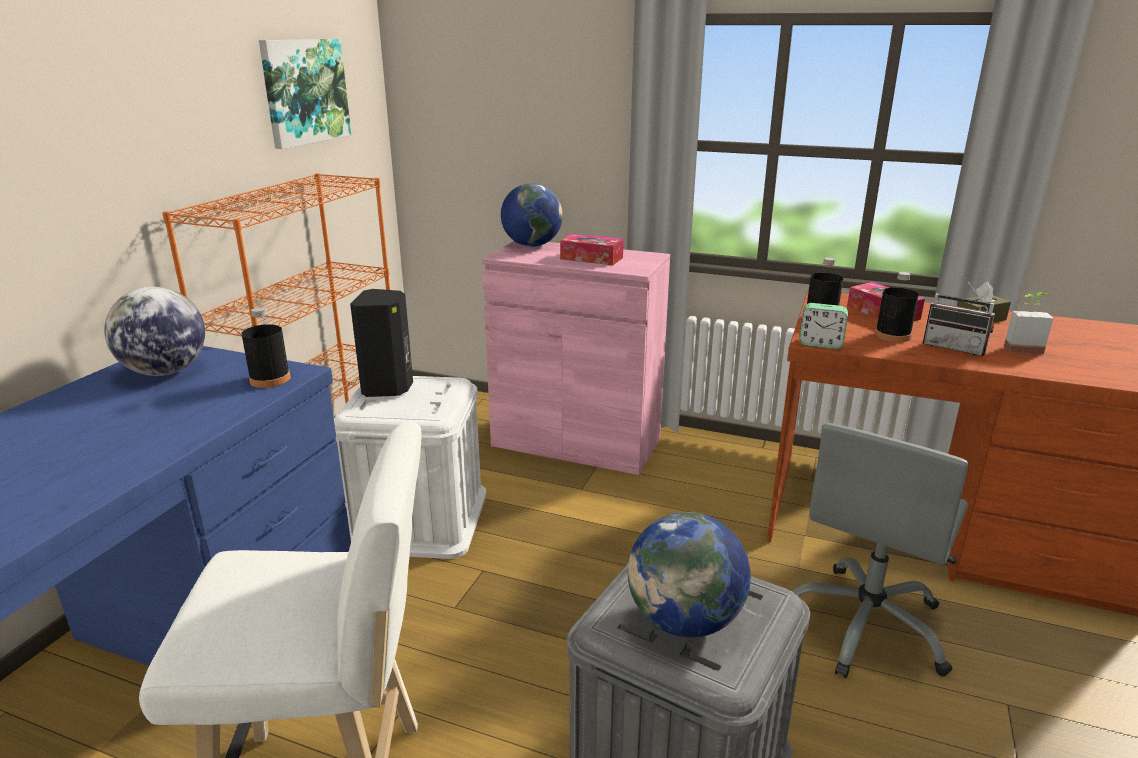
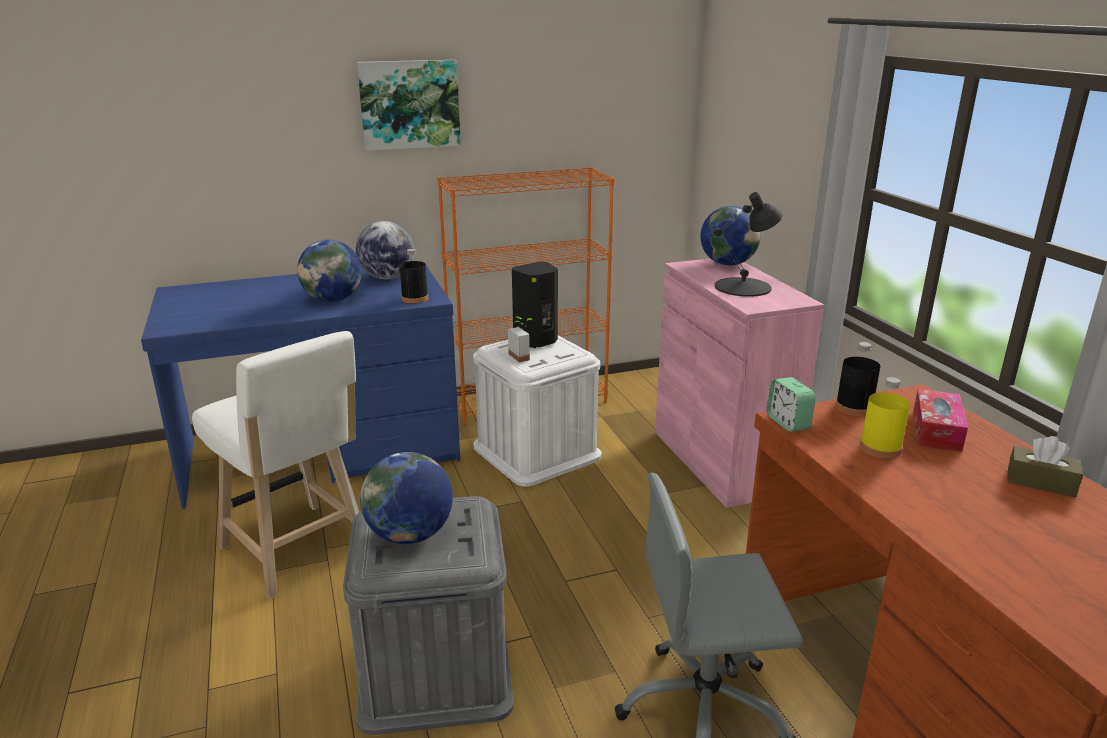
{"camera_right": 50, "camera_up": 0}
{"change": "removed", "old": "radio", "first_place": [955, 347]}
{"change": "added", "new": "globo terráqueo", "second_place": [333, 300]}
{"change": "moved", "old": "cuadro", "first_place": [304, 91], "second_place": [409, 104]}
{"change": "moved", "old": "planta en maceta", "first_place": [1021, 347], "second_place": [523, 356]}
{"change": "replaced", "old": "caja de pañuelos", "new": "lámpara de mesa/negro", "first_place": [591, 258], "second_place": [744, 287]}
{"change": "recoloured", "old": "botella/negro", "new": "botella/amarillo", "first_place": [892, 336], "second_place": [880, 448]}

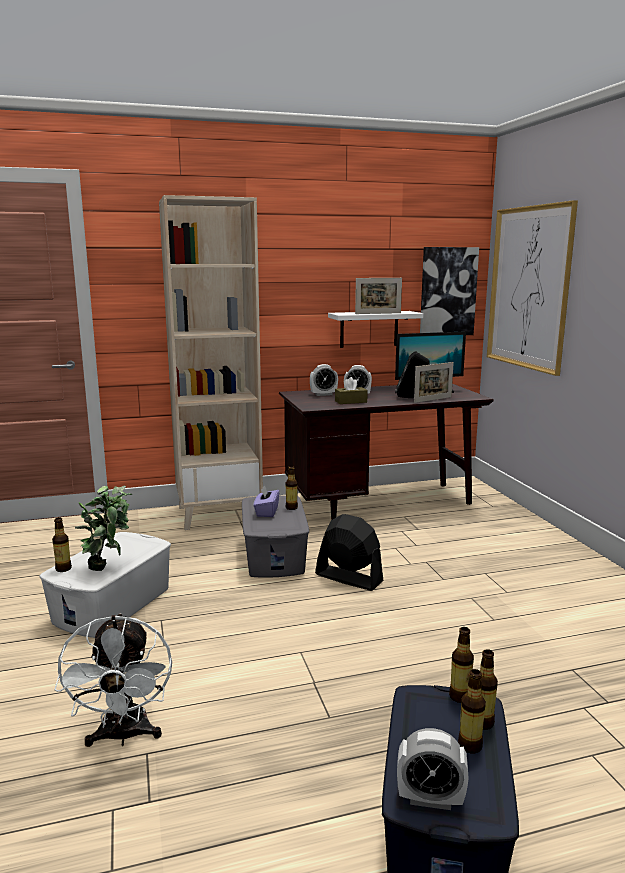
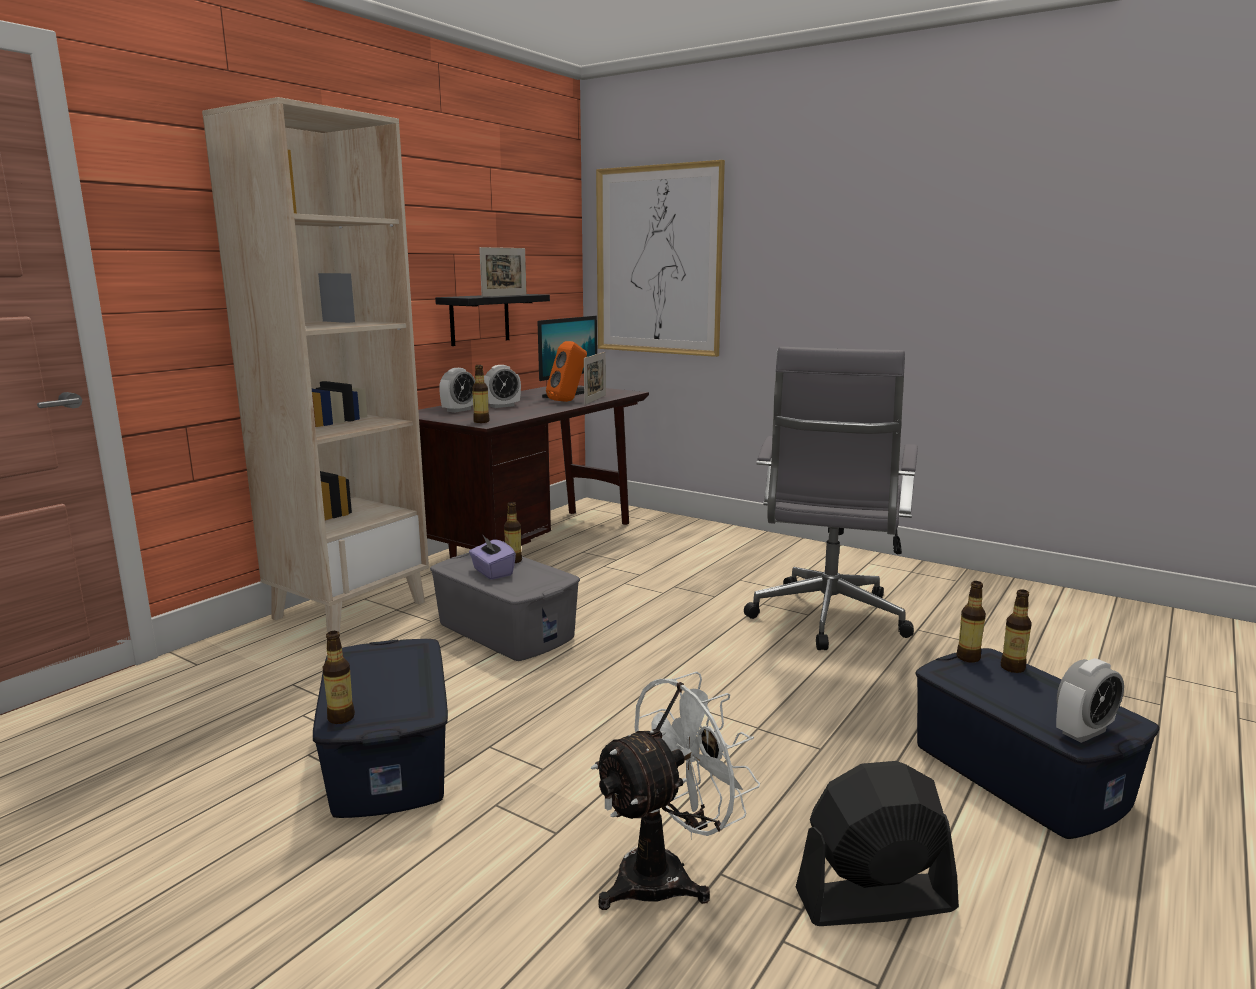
{"camera_right": -40, "camera_up": 0}
{"change": "removed", "old": "planta en maceta", "first_place": [109, 567]}
{"change": "removed", "old": "caja de pañuelos/marrón", "first_place": [351, 401]}
{"change": "removed", "old": "cuadro", "first_place": [447, 292]}
{"change": "added", "new": "silla de oficina/gris", "second_place": [827, 620]}
{"change": "moved", "old": "ventilador/negro", "first_place": [348, 578], "second_place": [874, 900]}
{"change": "moved", "old": "botella", "first_place": [470, 745], "second_place": [481, 421]}
{"change": "recoloured", "old": "caja de almacenaje/blanco", "new": "caja de almacenaje/azul", "first_place": [113, 605], "second_place": [390, 758]}
{"change": "recoloured", "old": "estante/blanco", "new": "estante/negro", "first_place": [369, 329], "second_place": [479, 319]}
{"change": "recoloured", "old": "altavoz/negro", "new": "altavoz/naranja", "first_place": [411, 398], "second_place": [568, 401]}
{"change": "turned", "old": "ventilador/blanco", "first_place": [124, 736], "second_place": [667, 874], "degrees": -75}

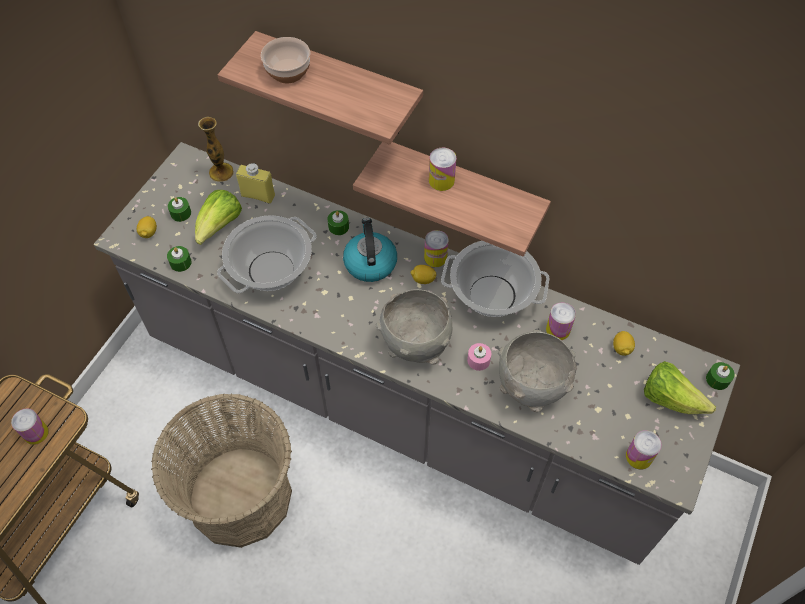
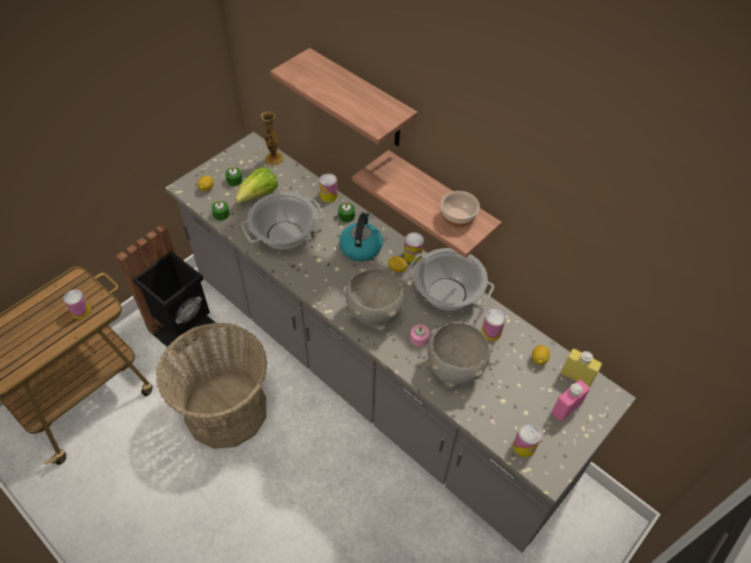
{"camera_right": 15, "camera_up": -5}
{"change": "removed", "old": "vela/verde", "first_place": [717, 379]}
{"change": "added", "new": "papelera/negro", "second_place": [184, 328]}
{"change": "moved", "old": "botella/amarillo", "first_place": [258, 195], "second_place": [576, 377]}
{"change": "moved", "old": "cuenco", "first_place": [288, 72], "second_place": [457, 217]}
{"change": "moved", "old": "lata", "first_place": [441, 180], "second_place": [329, 196]}
{"change": "replaced", "old": "lechuga", "new": "botella/rosa", "first_place": [670, 399], "second_place": [566, 408]}

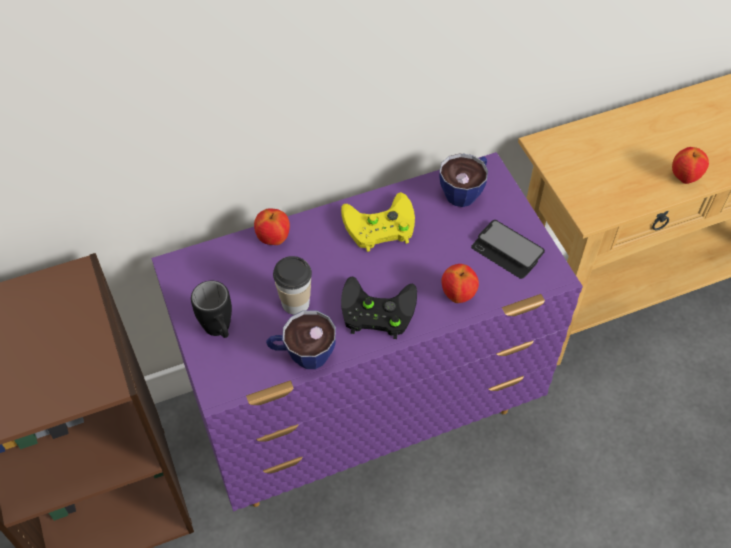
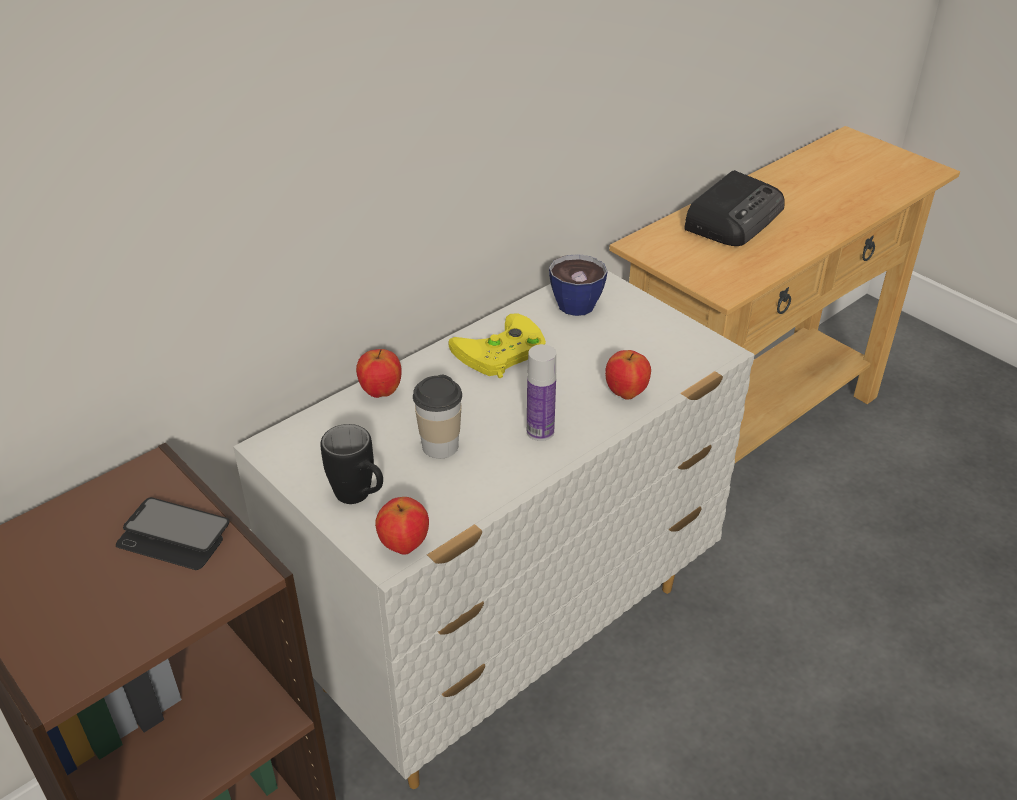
{"camera_right": -20, "camera_up": -15}
{"change": "removed", "old": "taza", "first_place": [302, 354]}
{"change": "added", "new": "radio", "second_place": [734, 217]}
{"change": "moved", "old": "móvil", "first_place": [507, 250], "second_place": [174, 536]}
{"change": "moved", "old": "manzana", "first_place": [684, 177], "second_place": [404, 545]}
{"change": "replaced", "old": "mando de consola/negro", "new": "botella", "first_place": [375, 312], "second_place": [540, 432]}
{"change": "recoloured", "old": "cómoda/morado", "new": "cómoda/blanco", "first_place": [367, 412], "second_place": [510, 638]}

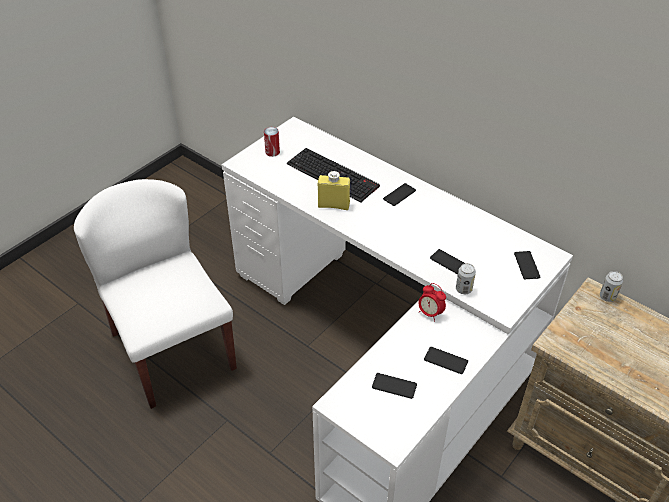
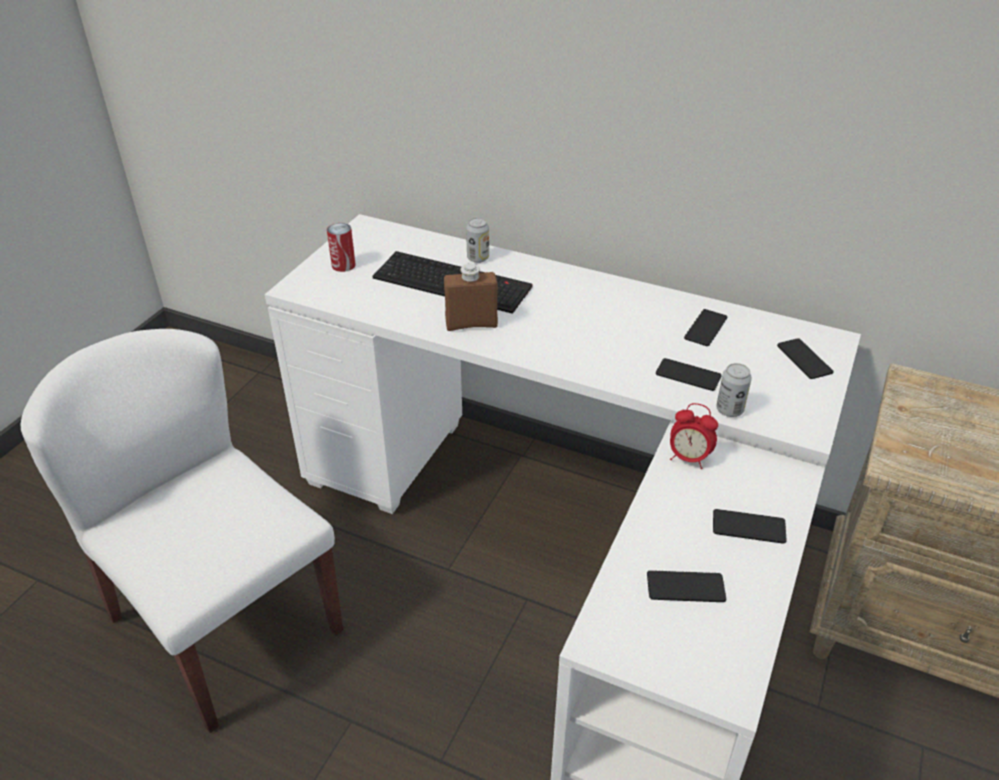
{"camera_right": -15, "camera_up": -5}
{"change": "moved", "old": "móvil", "first_place": [399, 195], "second_place": [705, 328]}
{"change": "moved", "old": "lata", "first_place": [607, 297], "second_place": [478, 258]}
{"change": "recoloured", "old": "botella/amarillo", "new": "botella/marrón", "first_place": [333, 205], "second_place": [471, 324]}

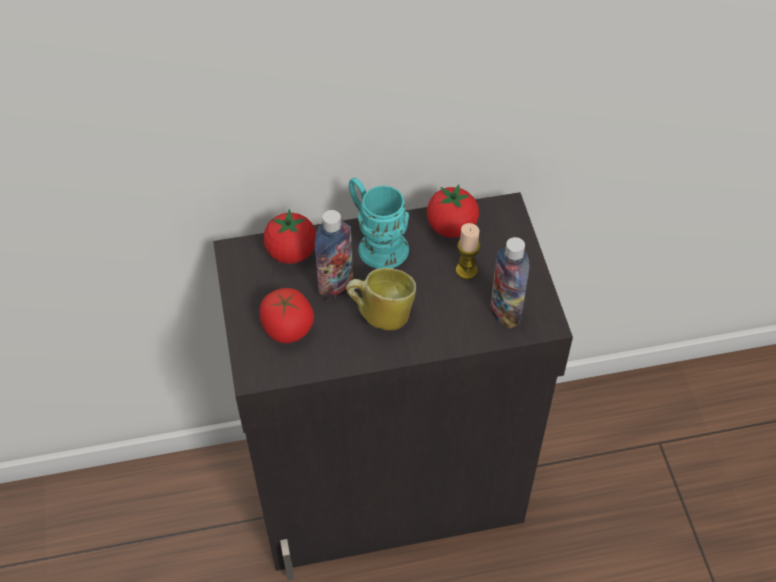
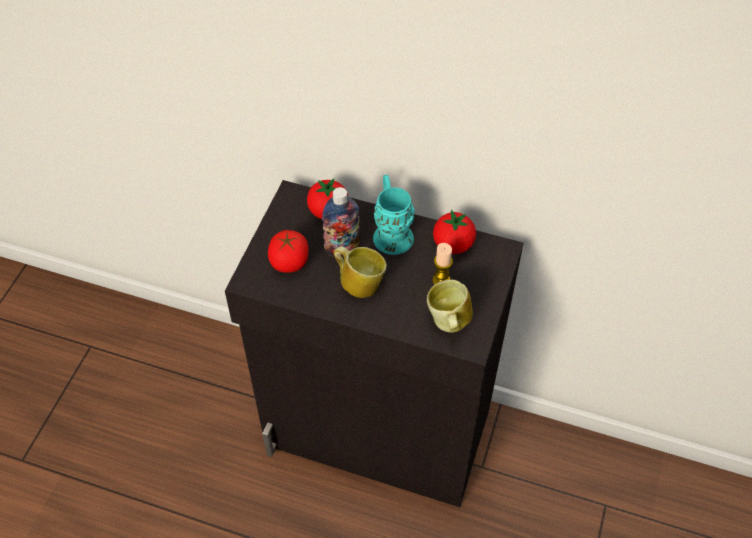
{"camera_right": 30, "camera_up": 0}
{"change": "replaced", "old": "botella", "new": "taza grande", "first_place": [505, 312], "second_place": [448, 323]}

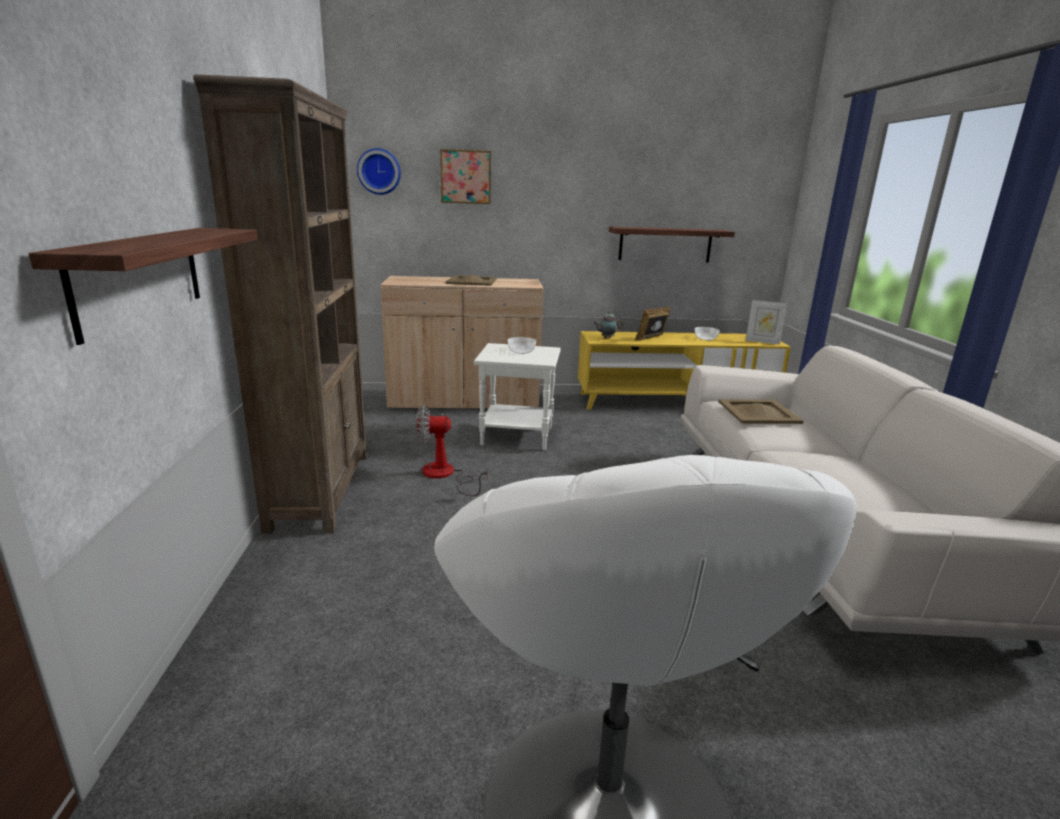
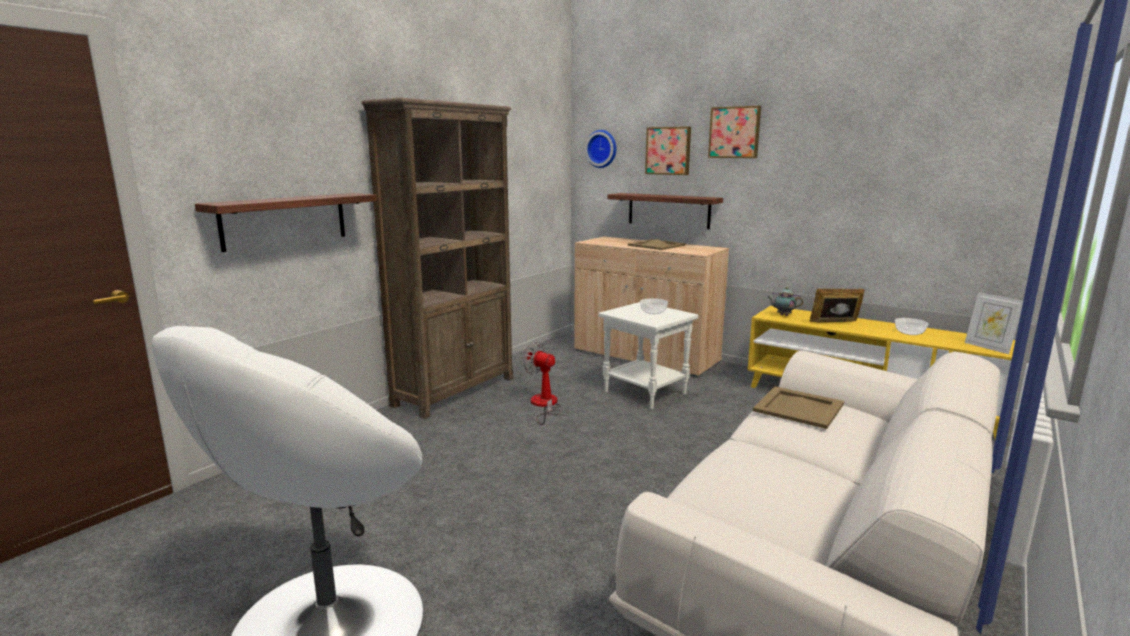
{"camera_right": 40, "camera_up": -5}
{"change": "added", "new": "cuadro", "second_place": [735, 132]}
{"change": "moved", "old": "estante", "first_place": [665, 244], "second_place": [668, 210]}

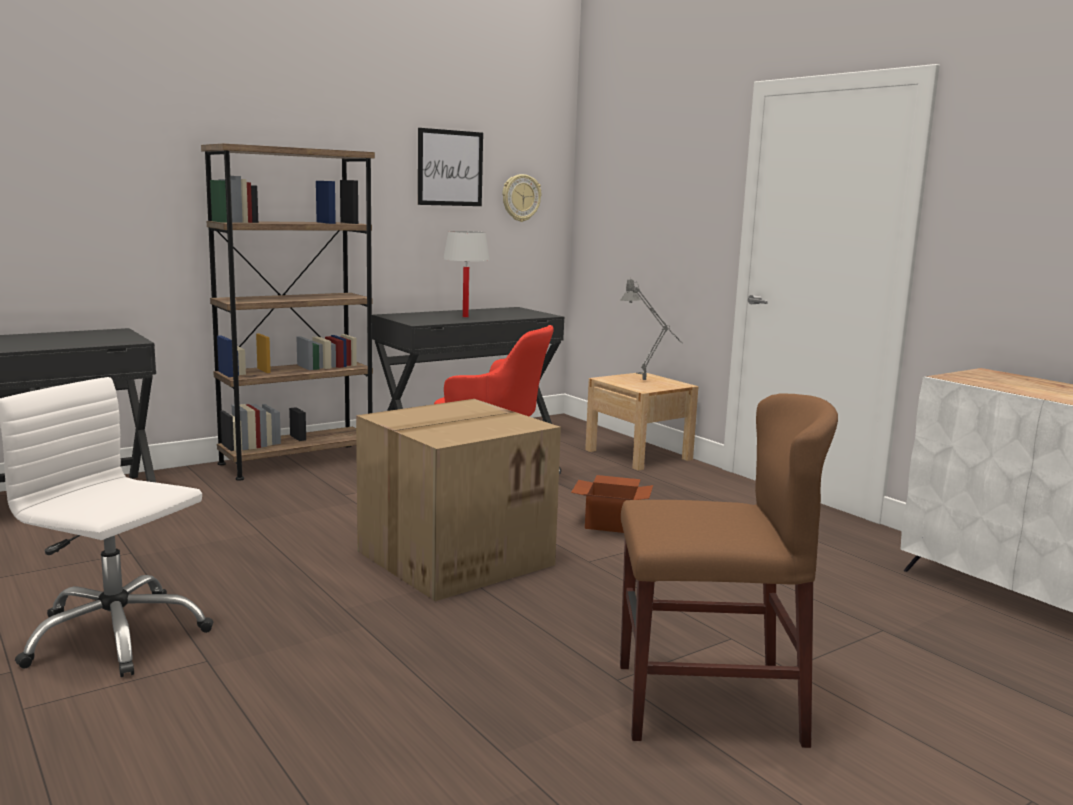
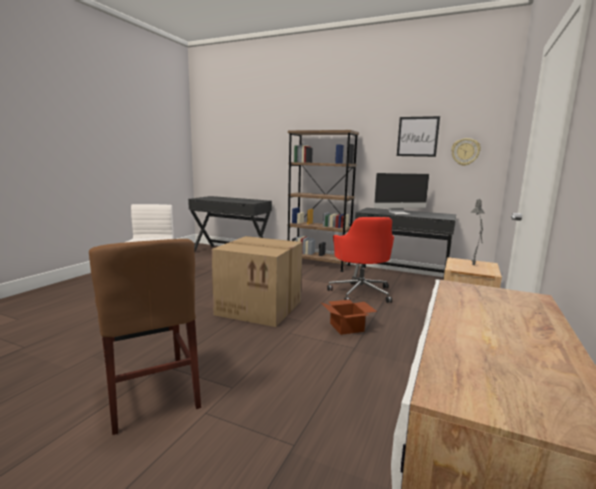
{"camera_right": 60, "camera_up": 0}
{"change": "replaced", "old": "lámpara de mesa/blanco", "new": "monitor", "first_place": [465, 317], "second_place": [399, 213]}

